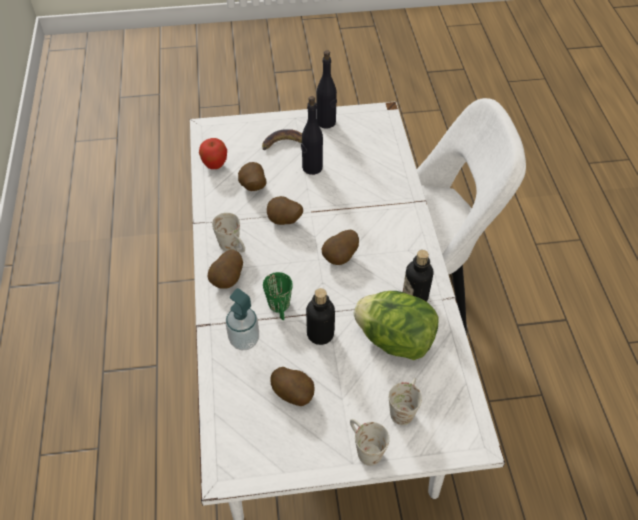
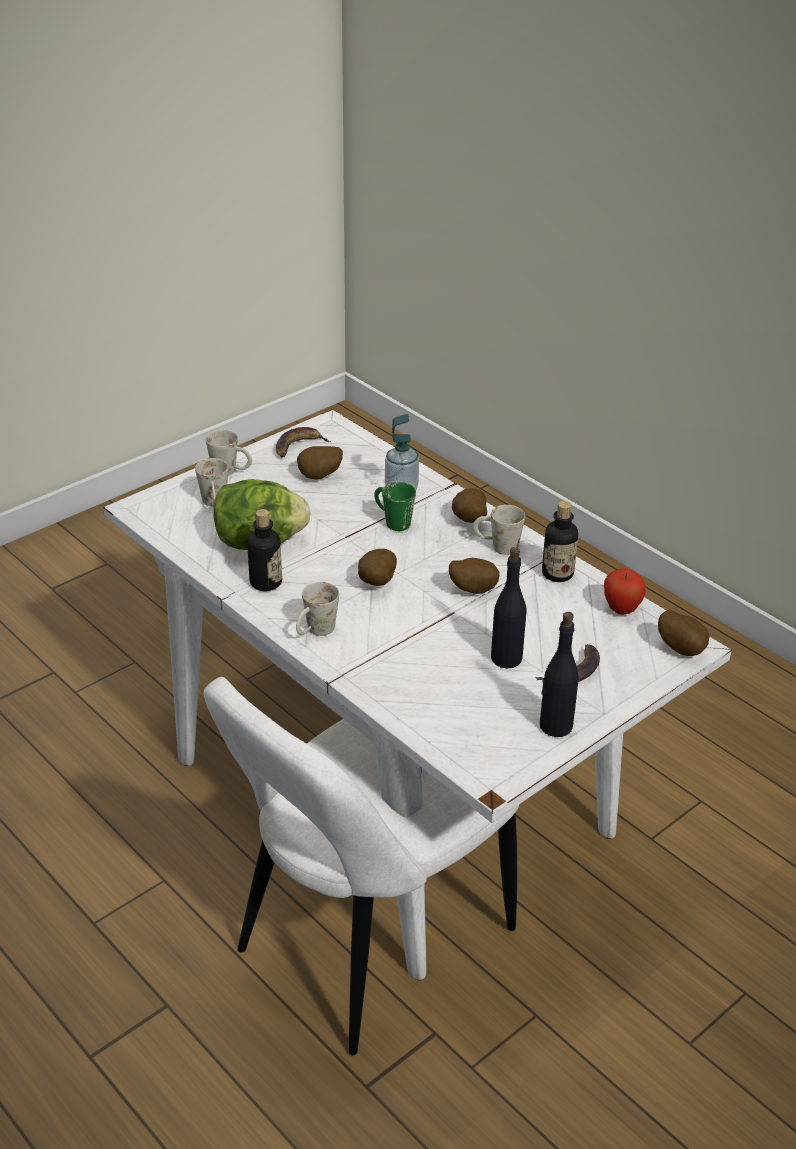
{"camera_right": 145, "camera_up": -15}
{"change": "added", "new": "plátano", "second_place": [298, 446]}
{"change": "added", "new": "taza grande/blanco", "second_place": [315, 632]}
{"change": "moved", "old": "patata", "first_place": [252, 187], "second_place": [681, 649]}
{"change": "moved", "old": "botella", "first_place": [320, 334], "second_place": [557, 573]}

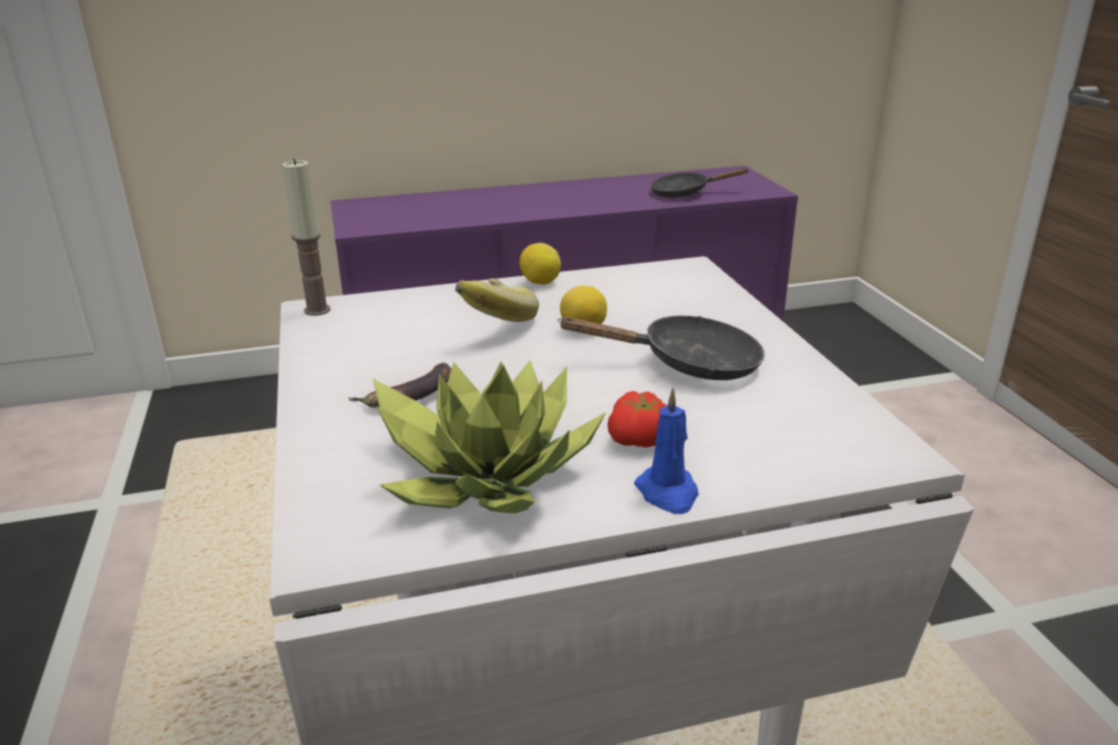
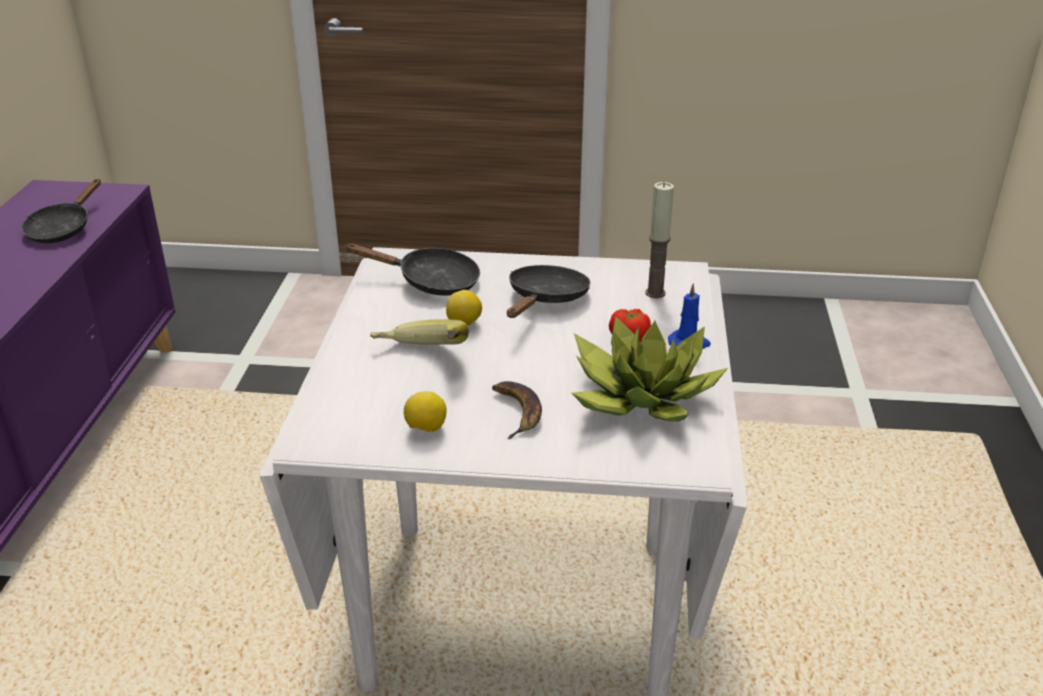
{"camera_right": -70, "camera_up": 5}
{"change": "added", "new": "sartén/negro", "second_place": [430, 282]}
{"change": "moved", "old": "vela", "first_place": [317, 310], "second_place": [655, 293]}
{"change": "moved", "old": "limón", "first_place": [540, 282], "second_place": [426, 429]}

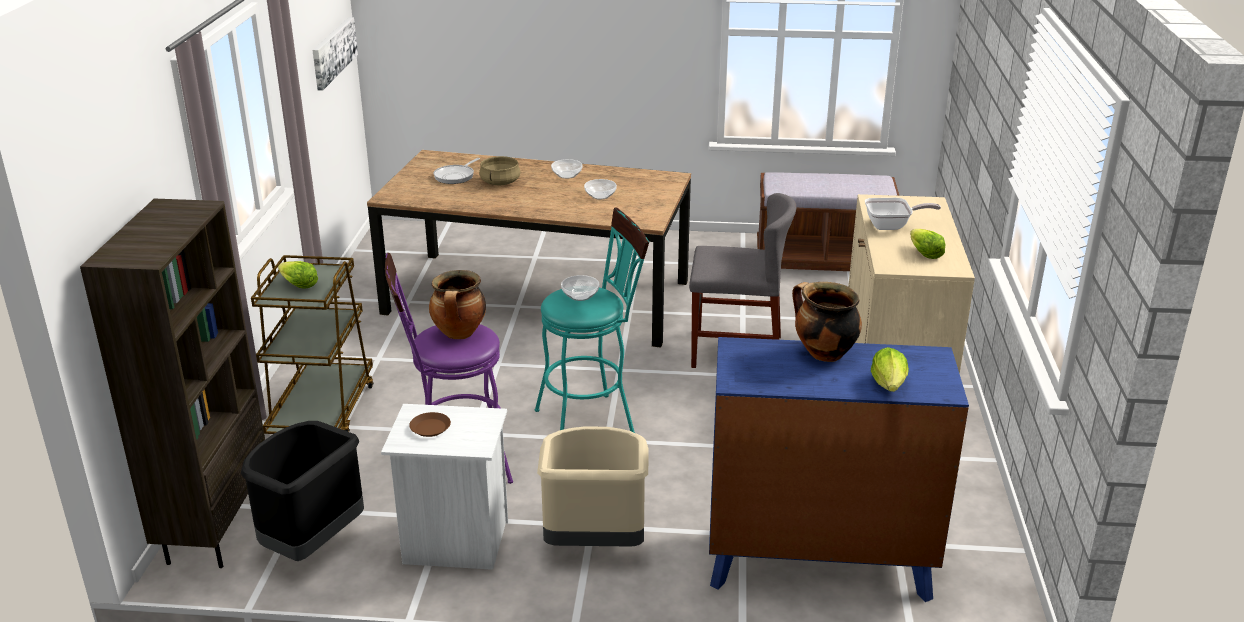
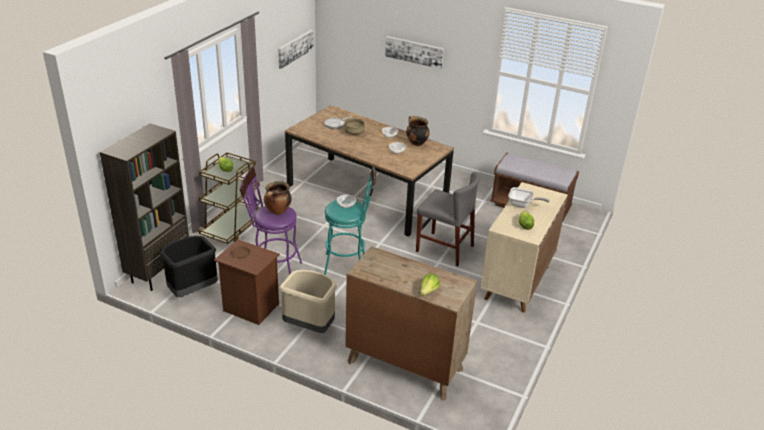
{"camera_right": 20, "camera_up": 5}
{"change": "added", "new": "cuadro", "second_place": [414, 51]}
{"change": "moved", "old": "olla", "first_place": [823, 353], "second_place": [416, 143]}
{"change": "recoloured", "old": "mesita de noche/blanco", "new": "mesita de noche/marrón", "first_place": [454, 544], "second_place": [250, 308]}
{"change": "recoloured", "old": "cómoda/azul", "new": "cómoda/marrón", "first_place": [817, 562], "second_place": [404, 366]}

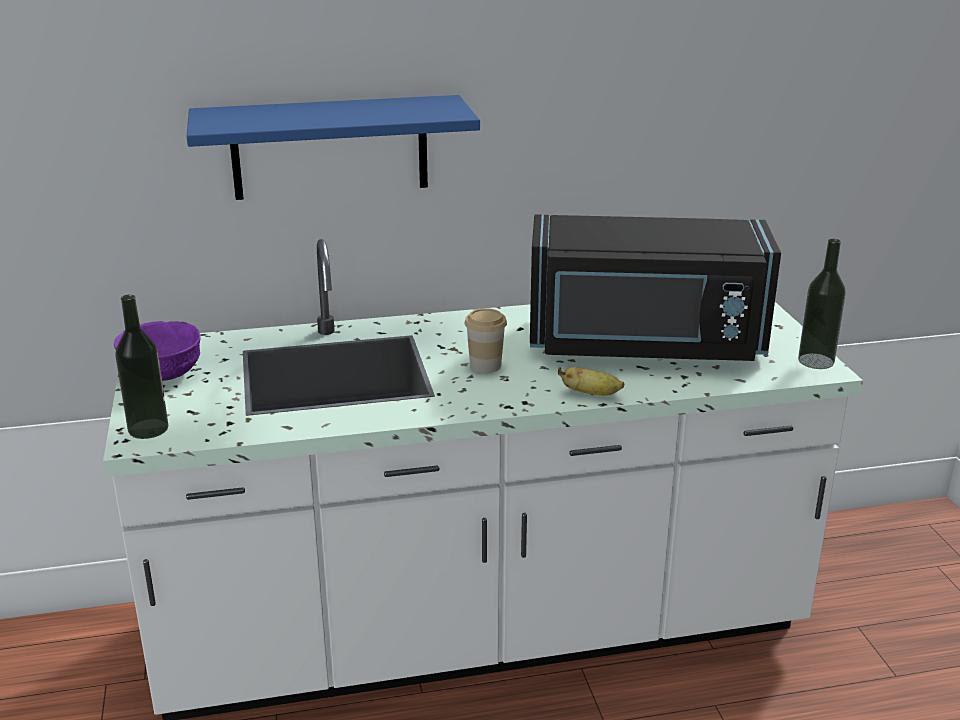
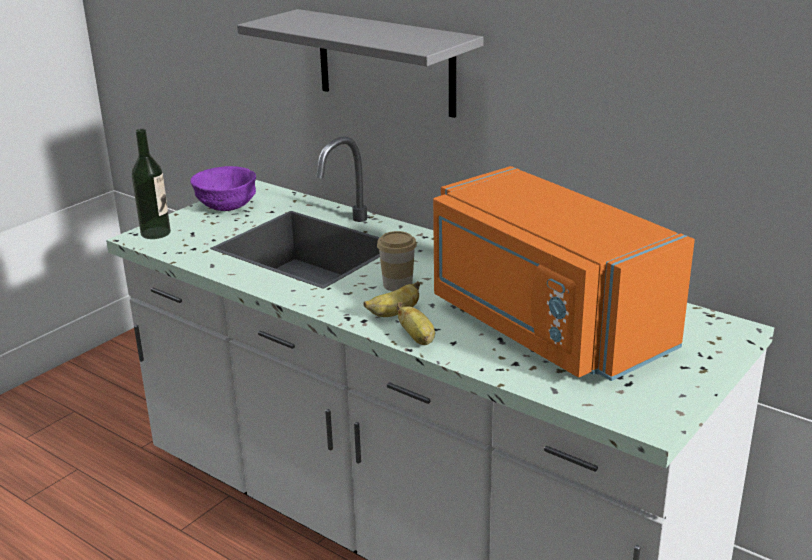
{"camera_right": 50, "camera_up": 0}
{"change": "removed", "old": "botella", "first_place": [816, 361]}
{"change": "added", "new": "plátano", "second_place": [394, 314]}
{"change": "recoloured", "old": "estante/azul", "new": "estante/gris", "first_place": [330, 147], "second_place": [385, 63]}
{"change": "recoloured", "old": "microondas/negro", "new": "microondas/naranja", "first_place": [645, 345], "second_place": [543, 326]}

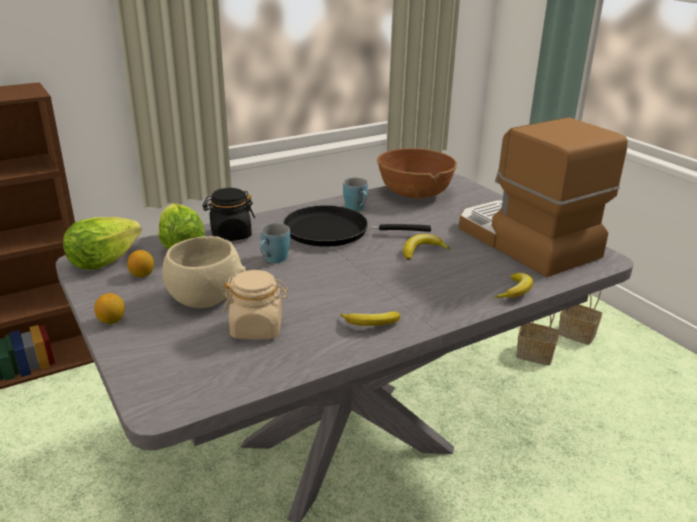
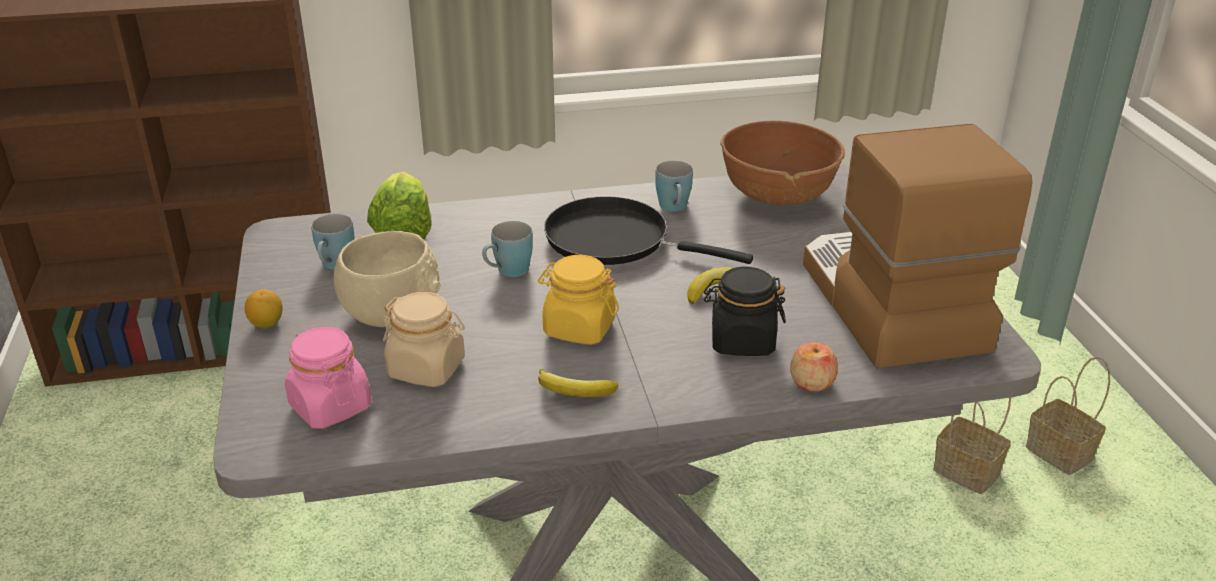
{"camera_right": 20, "camera_up": 5}
{"change": "removed", "old": "lechuga", "first_place": [103, 261]}
{"change": "added", "new": "tarro/rosa", "second_place": [330, 406]}
{"change": "added", "new": "tarro/amarillo", "second_place": [578, 328]}
{"change": "moved", "old": "tarro/negro", "first_place": [230, 234], "second_place": [742, 341]}
{"change": "replaced", "old": "limón", "new": "taza grande/azul", "first_place": [142, 275], "second_place": [334, 265]}
{"change": "replaced", "old": "plátano", "new": "manzana", "first_place": [515, 291], "second_place": [812, 382]}

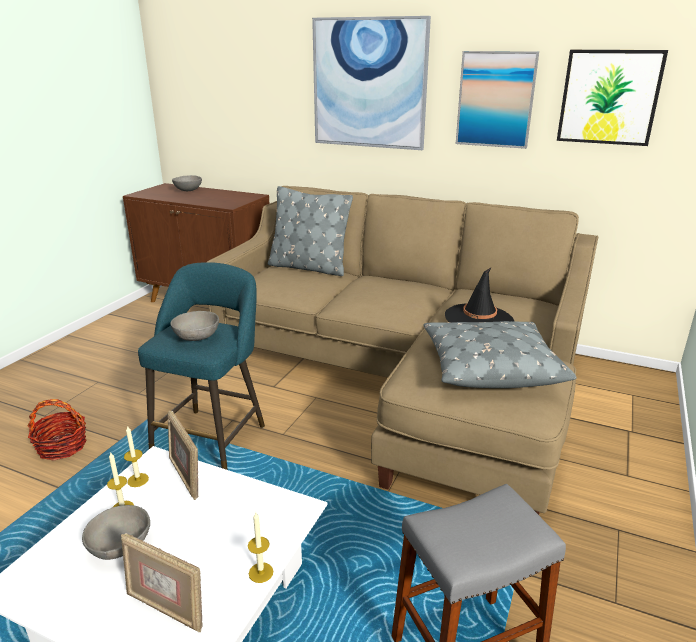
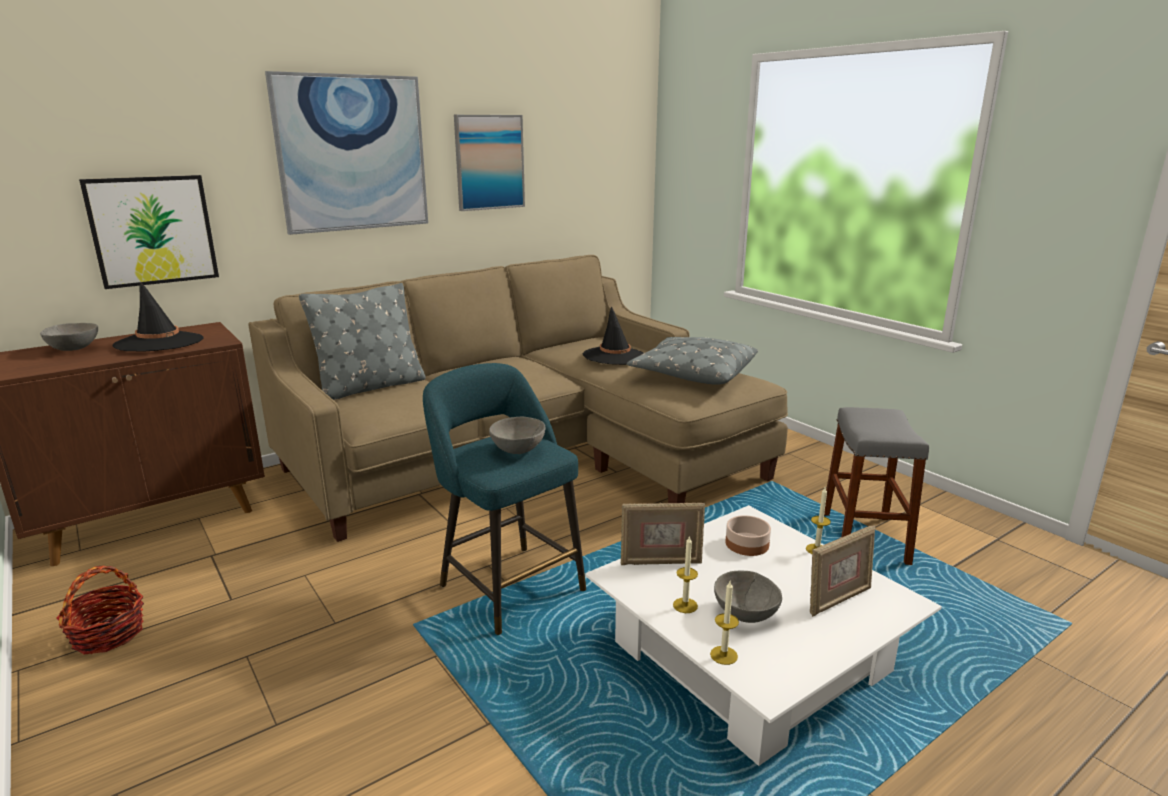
{"camera_right": -60, "camera_up": -5}
{"change": "added", "new": "sombrero/negro", "second_place": [159, 343]}
{"change": "added", "new": "cuenco", "second_place": [747, 544]}
{"change": "moved", "old": "cesta", "first_place": [62, 446], "second_place": [108, 634]}
{"change": "moved", "old": "vela", "first_place": [138, 480], "second_place": [723, 655]}
{"change": "moved", "old": "cuadro", "first_place": [609, 97], "second_place": [152, 230]}

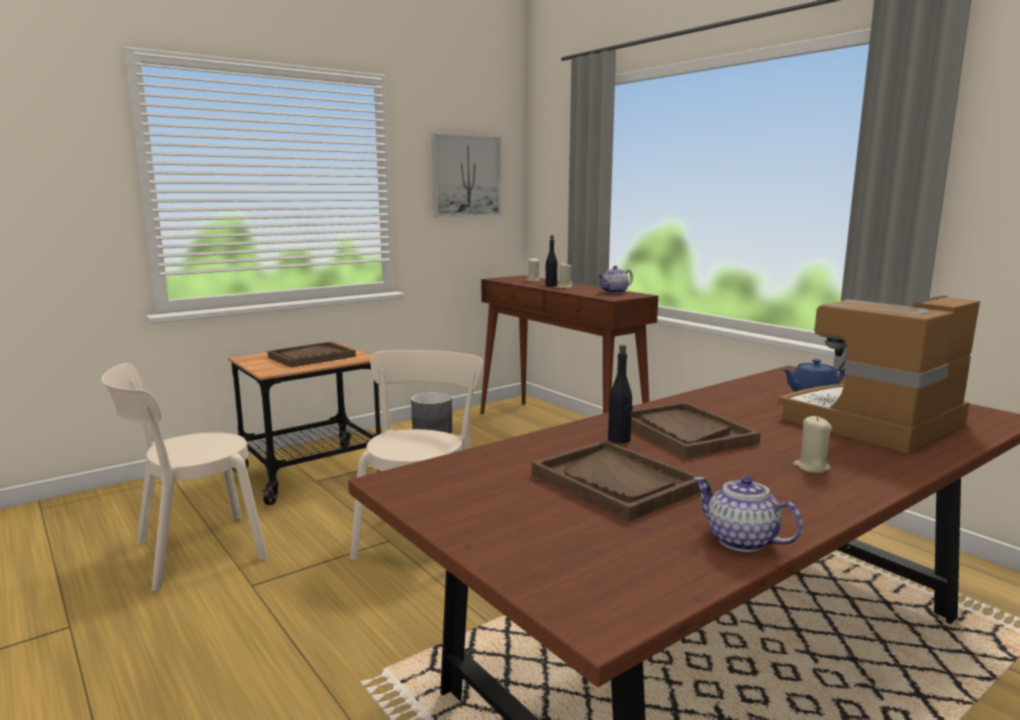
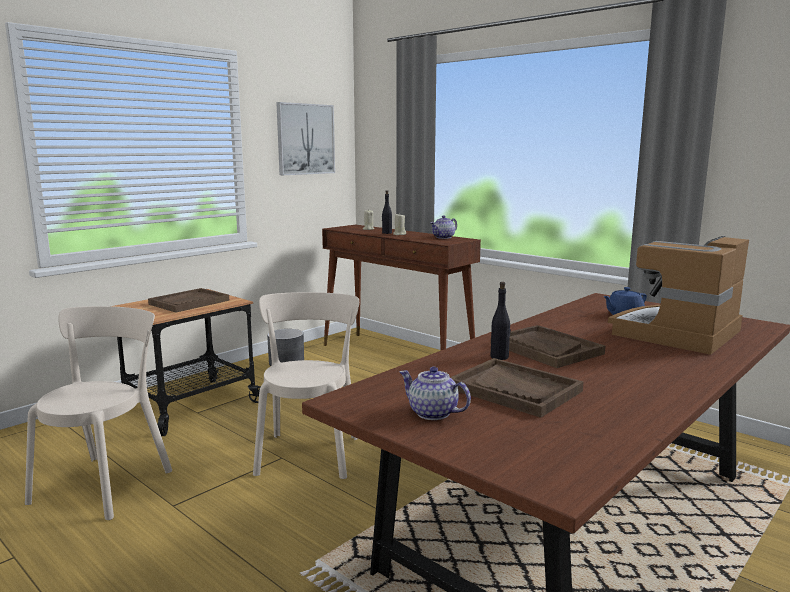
{"camera_right": -10, "camera_up": 0}
{"change": "removed", "old": "vela/beis", "first_place": [811, 467]}
{"change": "moved", "old": "tetera", "first_place": [740, 540], "second_place": [432, 413]}
{"change": "turned", "old": "silla/beis", "first_place": [193, 553], "second_place": [106, 483], "degrees": 150}

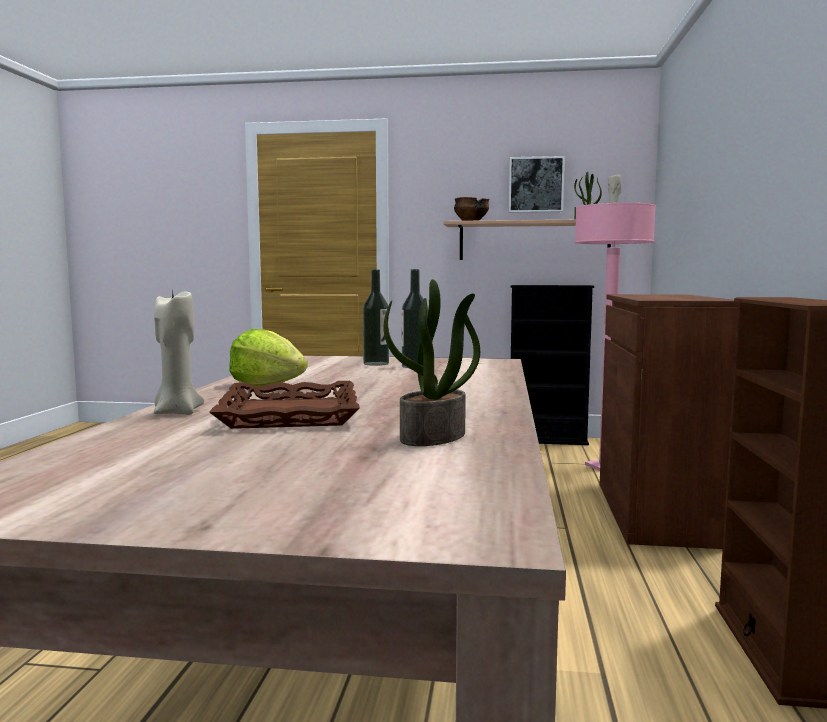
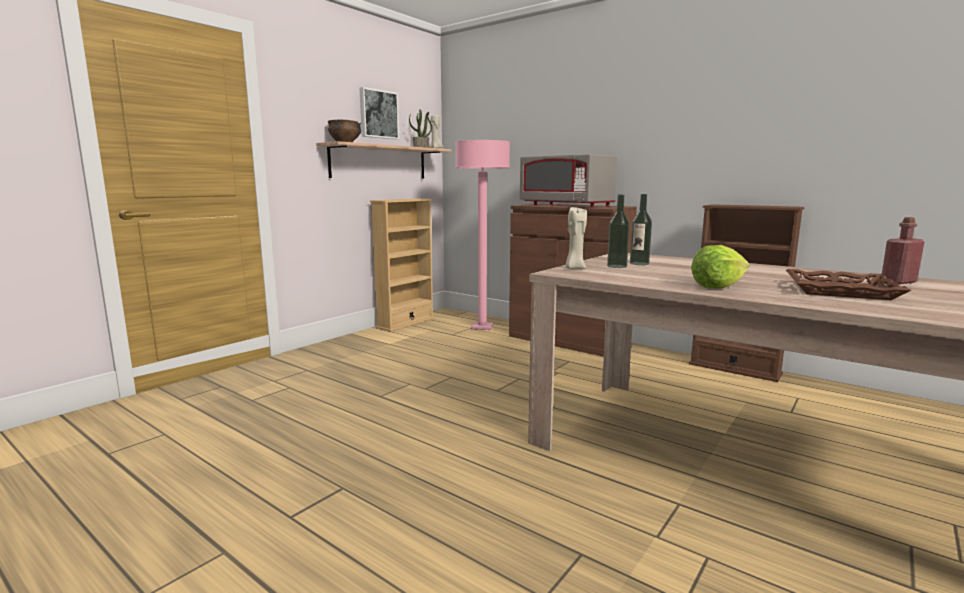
{"camera_right": -60, "camera_up": 5}
{"change": "added", "new": "microondas/gris", "second_place": [566, 205]}
{"change": "moved", "old": "vela/beis", "first_place": [177, 412], "second_place": [574, 268]}
{"change": "replaced", "old": "planta en maceta", "new": "botella/rojo", "first_place": [433, 437], "second_place": [898, 282]}
{"change": "recoloured", "old": "estantería/negro", "new": "estantería/beis", "first_place": [547, 440], "second_place": [405, 323]}

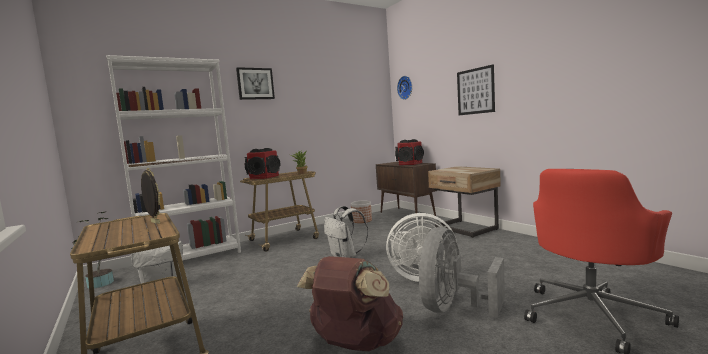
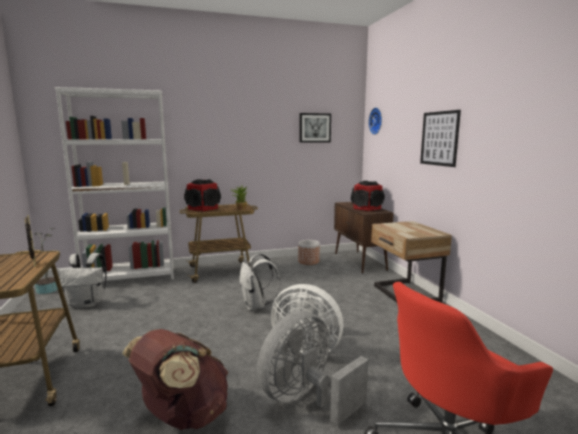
{"camera_right": 15, "camera_up": 5}
{"change": "moved", "old": "cuadro", "first_place": [255, 83], "second_place": [314, 128]}

